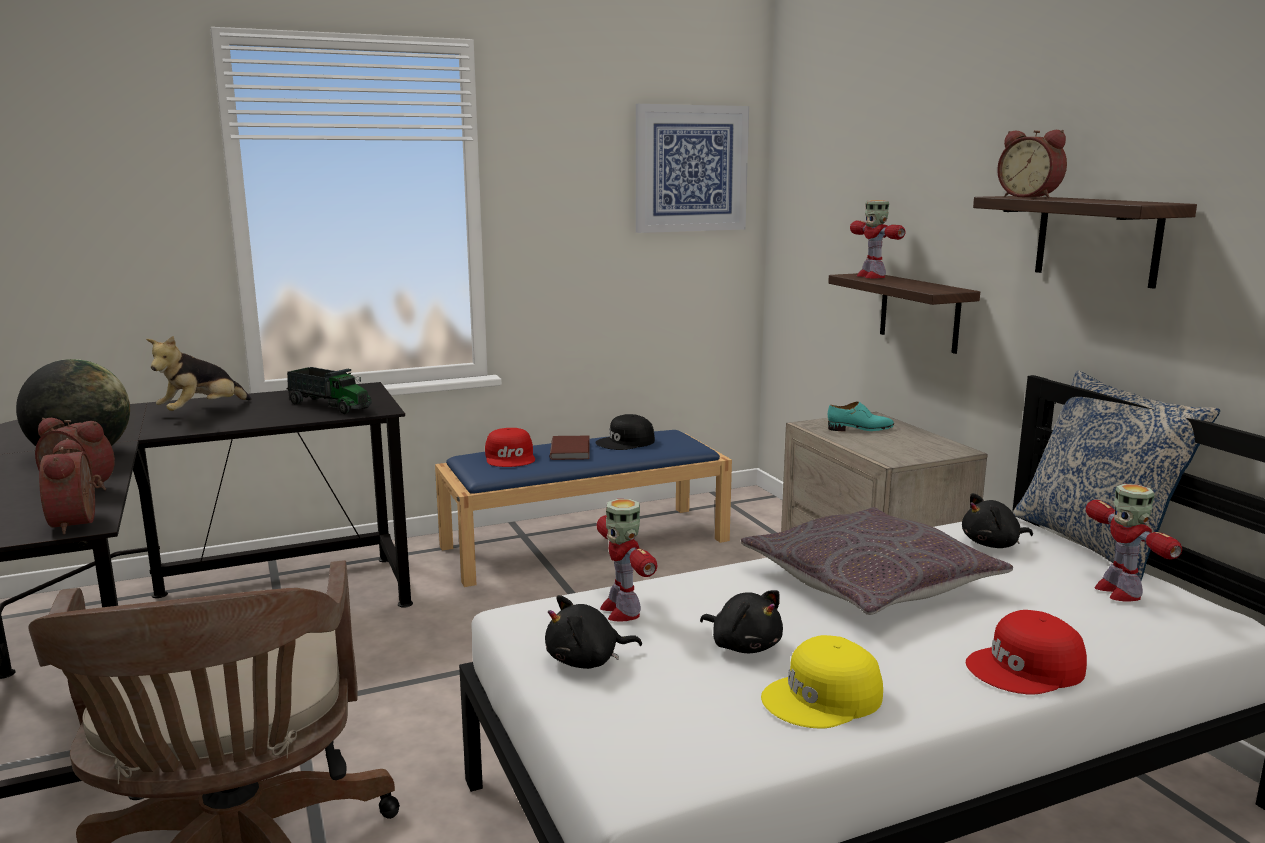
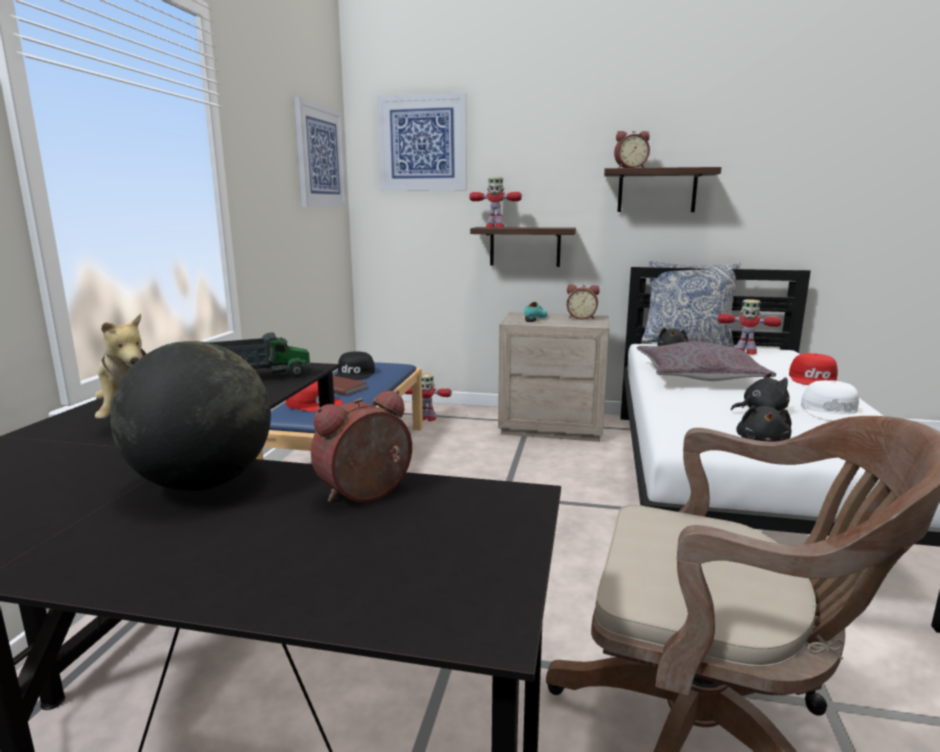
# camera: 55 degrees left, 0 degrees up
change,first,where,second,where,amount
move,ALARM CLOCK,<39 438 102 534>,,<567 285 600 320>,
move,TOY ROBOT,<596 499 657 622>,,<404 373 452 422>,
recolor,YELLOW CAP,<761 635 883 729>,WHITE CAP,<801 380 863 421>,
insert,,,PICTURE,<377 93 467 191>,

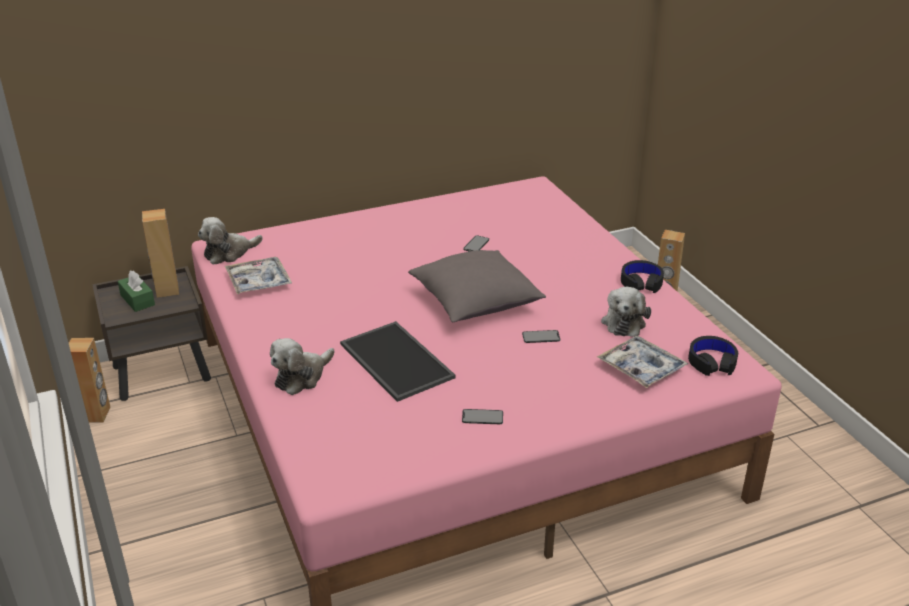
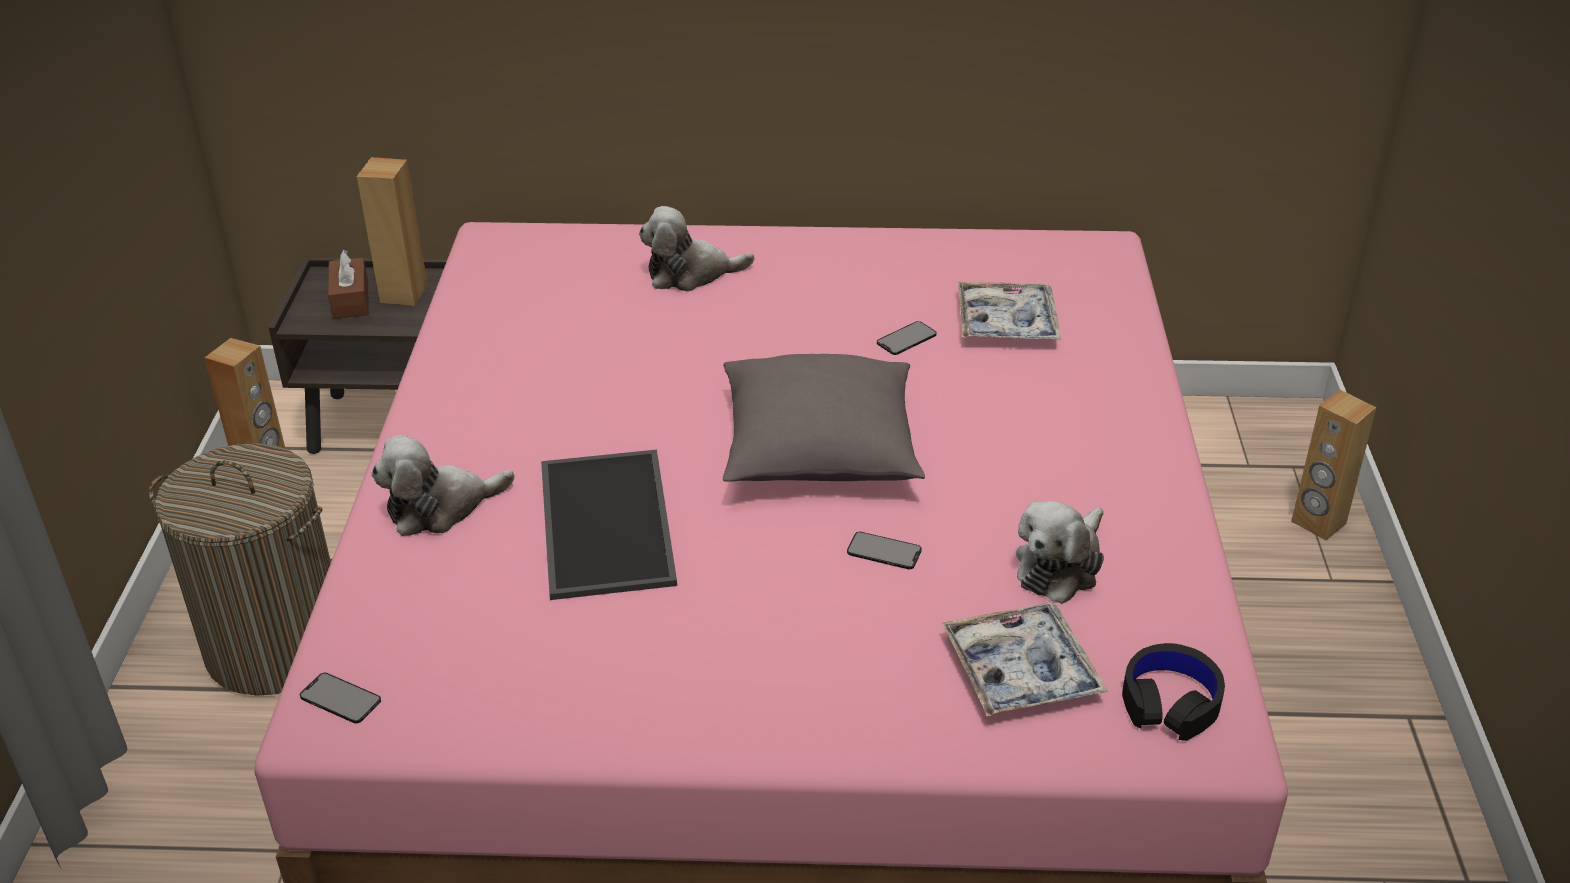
# camera: 25 degrees right, 5 degrees up
change,first,where,second,where,amount
move,PLUSH TOY,<198 217 263 265>,,<639 206 755 292>,
move,TRAY,<225 257 292 294>,,<958 282 1061 340>,
delete,BLACK HEADPHONES,<621 260 664 293>,,,
recolor,GREEN TISSUE BOX,<118 271 155 312>,BROWN TISSUE BOX,<328 250 369 319>,
move,PHONE,<462 409 503 424>,,<300 673 381 724>,
insert,,,LAUNDRY BASKET,<149 443 331 696>,

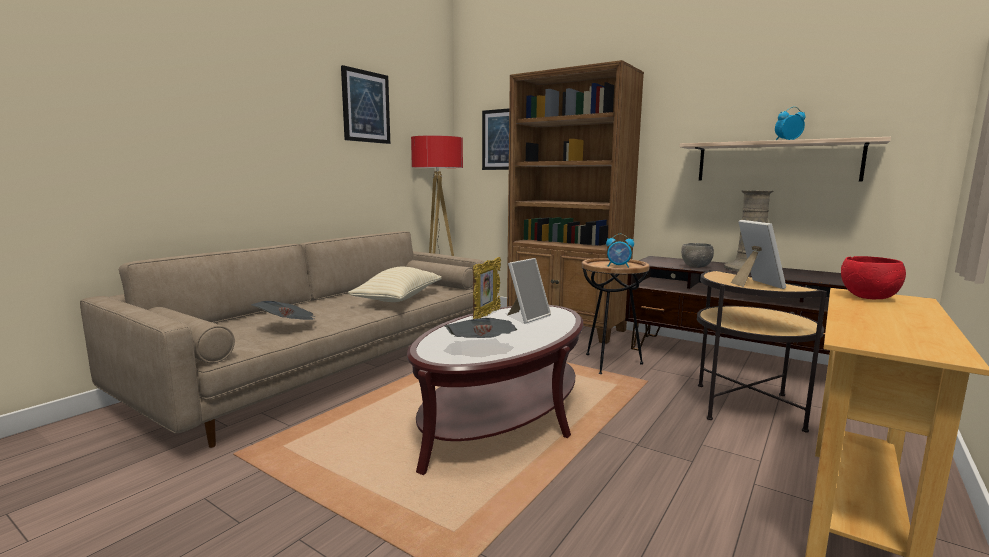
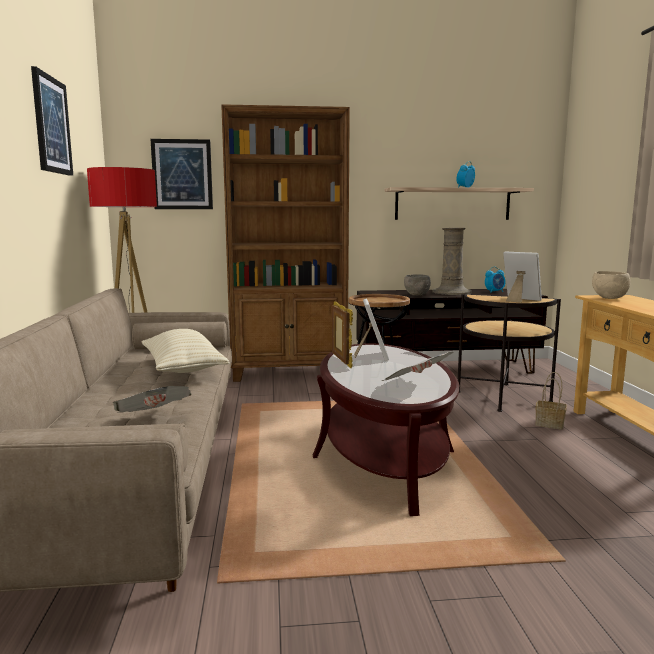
# camera: 40 degrees left, 0 degrees up
change,first,where,second,where,amount
move,ALARM CLOCK,<606 234 634 268>,,<485 267 506 293>,
recolor,RED BOWL,<841 256 906 299>,BEIGE BOWL,<592 271 631 299>,
insert,,,BASKET,<535 372 567 430>,

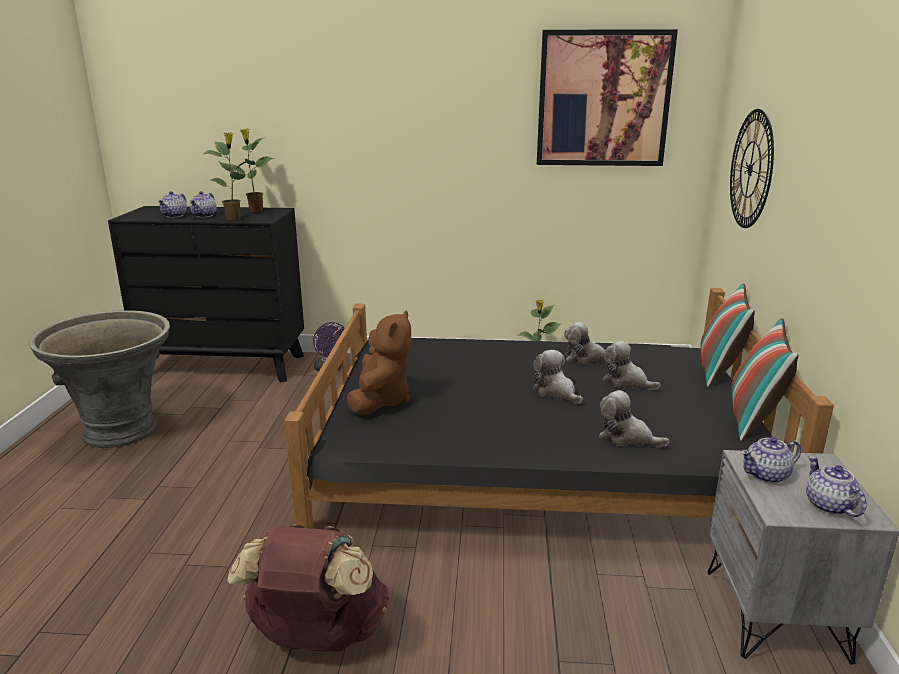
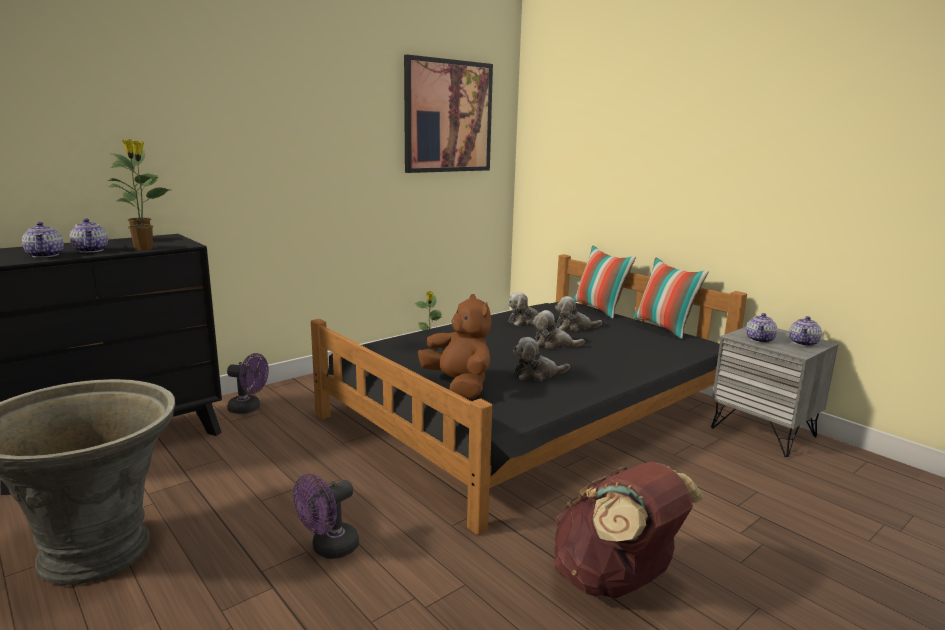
# camera: 45 degrees left, 5 degrees down
change,first,where,second,where,amount
delete,WALL CLOCK,<730 109 774 228>,,,
move,PLUSH TOY,<599 390 670 447>,,<513 337 570 381>,
rotate,TEAPOT,<806 456 867 517>,,<789 316 822 346>,90 degrees counterclockwise
insert,,,PURPLE FAN,<293 474 359 559>,

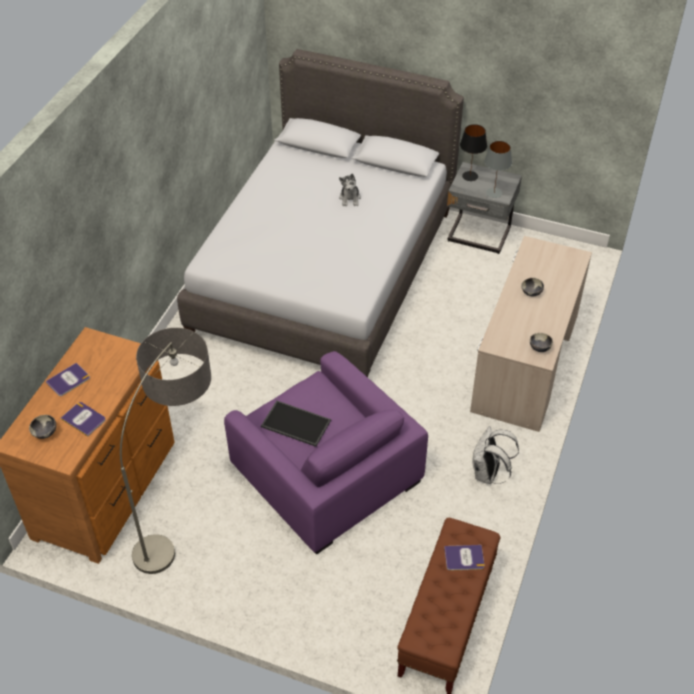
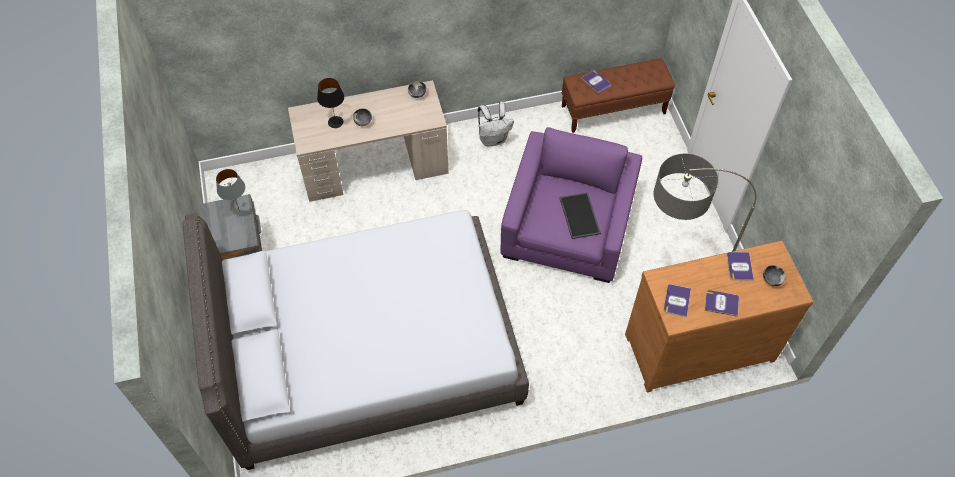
# camera: 125 degrees left, 10 degrees up
change,first,where,second,where,amount
move,BLACK TABLE LAMP,<460 124 487 181>,,<317 78 344 128>,
delete,PLUSH TOY,<339 174 361 206>,,,
insert,,,BOOK,<664 284 691 317>,

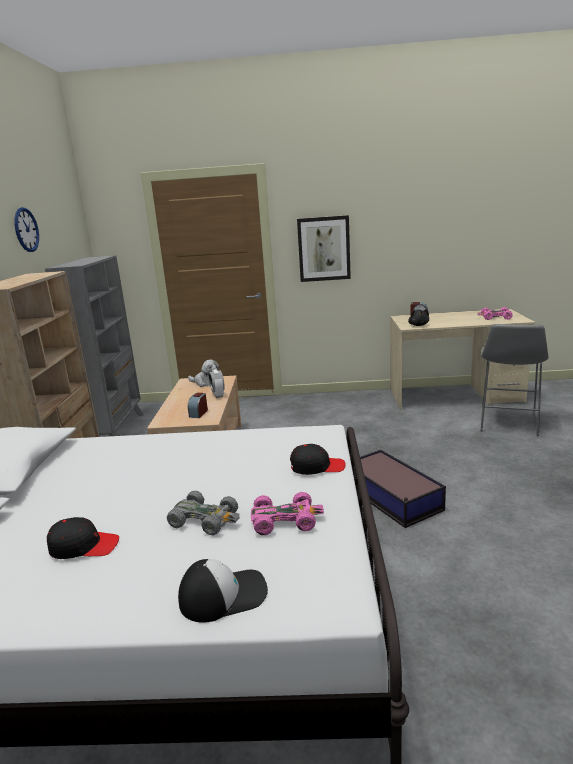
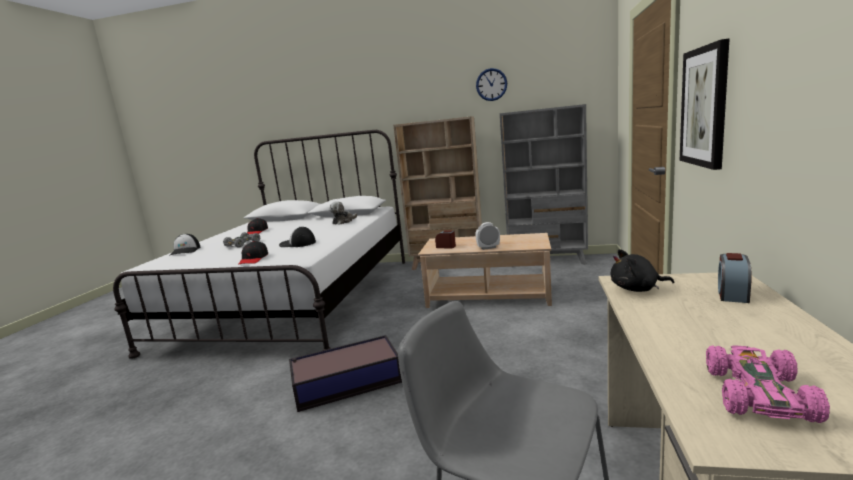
# camera: 100 degrees right, 5 degrees down
change,first,where,second,where,amount
move,PLUSH TOY,<188 359 219 387>,,<330 201 357 225>,
delete,PINK TOY CAR,<251 492 324 535>,,,
insert,,,CAP,<279 227 316 247>,

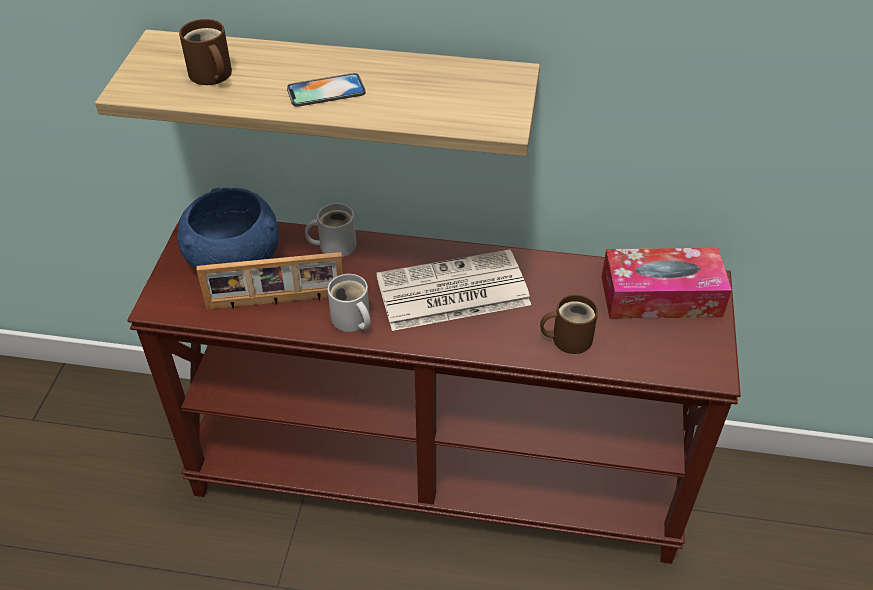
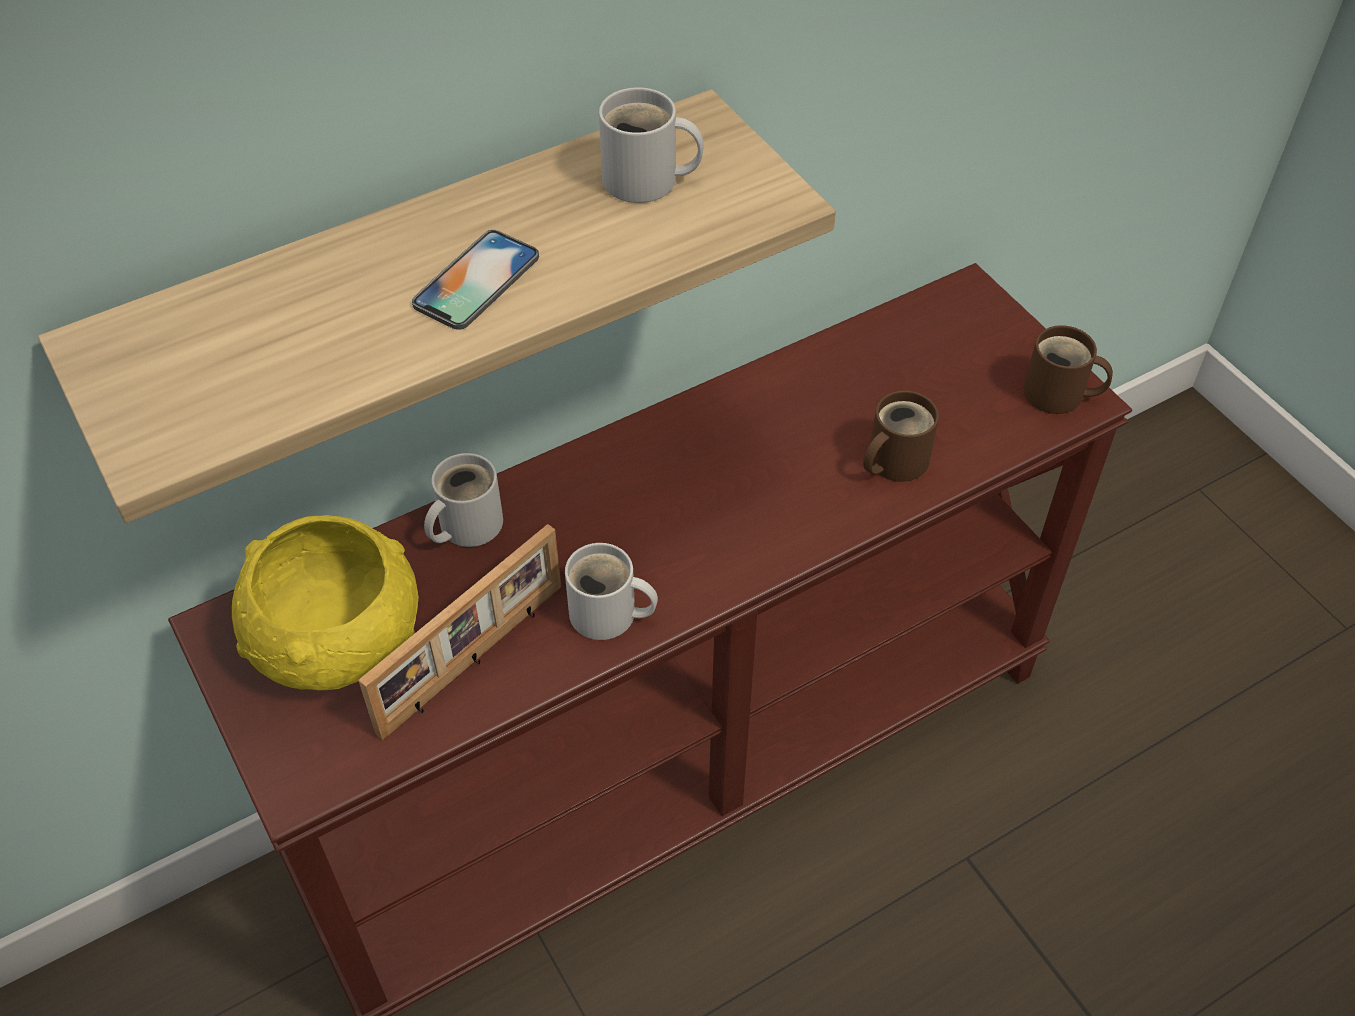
# camera: 40 degrees left, 5 degrees up
change,first,where,second,where,amount
move,BROWN MUG,<179 19 232 85>,,<1024 325 1113 414>,
recolor,BLUE BOWL,<177 188 279 269>,YELLOW BOWL,<232 515 419 691>,
delete,TISSUE BOX,<601 248 732 319>,,,
delete,NEWSPAPER,<376 250 531 331>,,,
insert,,,WHITE MUG,<599 87 704 203>,

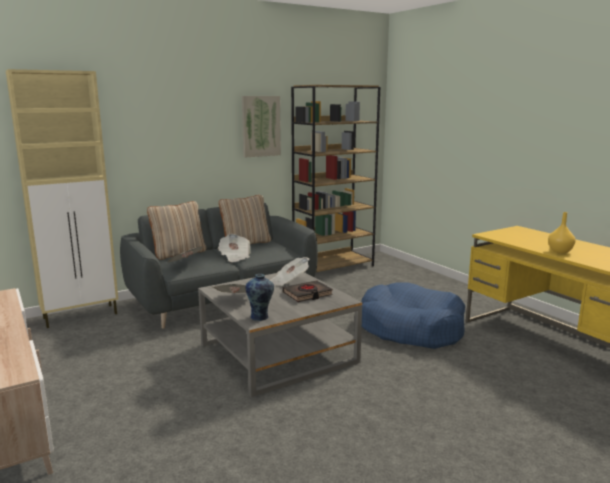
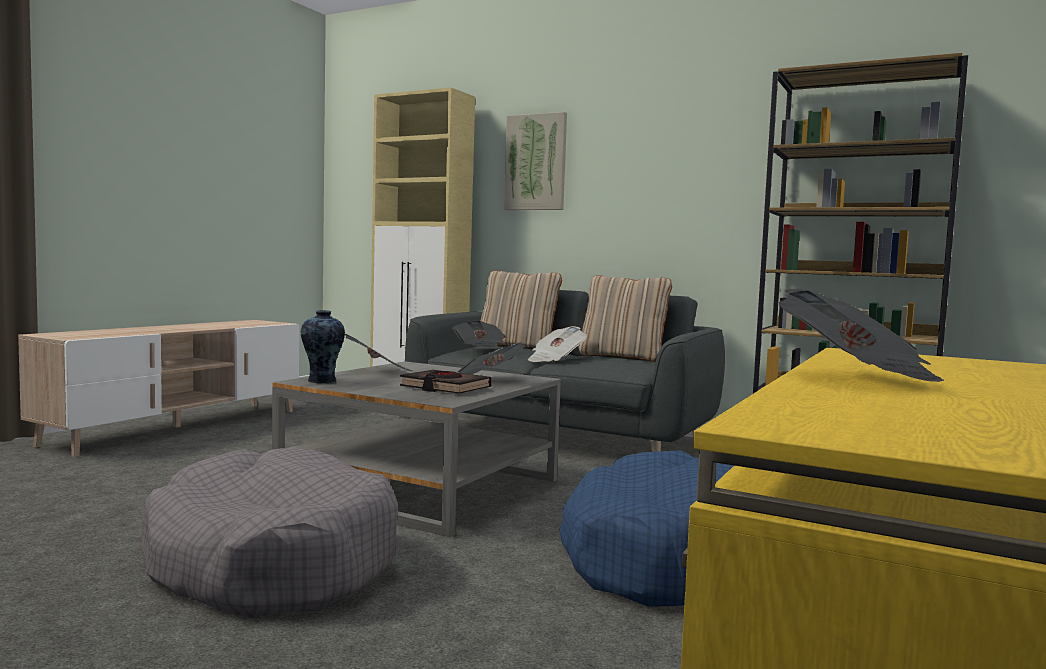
# camera: 60 degrees right, 10 degrees down
change,first,where,second,where,amount
move,PICTURE,<242 96 281 157>,,<504 112 567 210>,
replace,YELLOW VASE,<548 212 576 253>,NEWSPAPER,<779 289 944 382>,
insert,,,GREY DOG BED,<141 448 398 618>,

